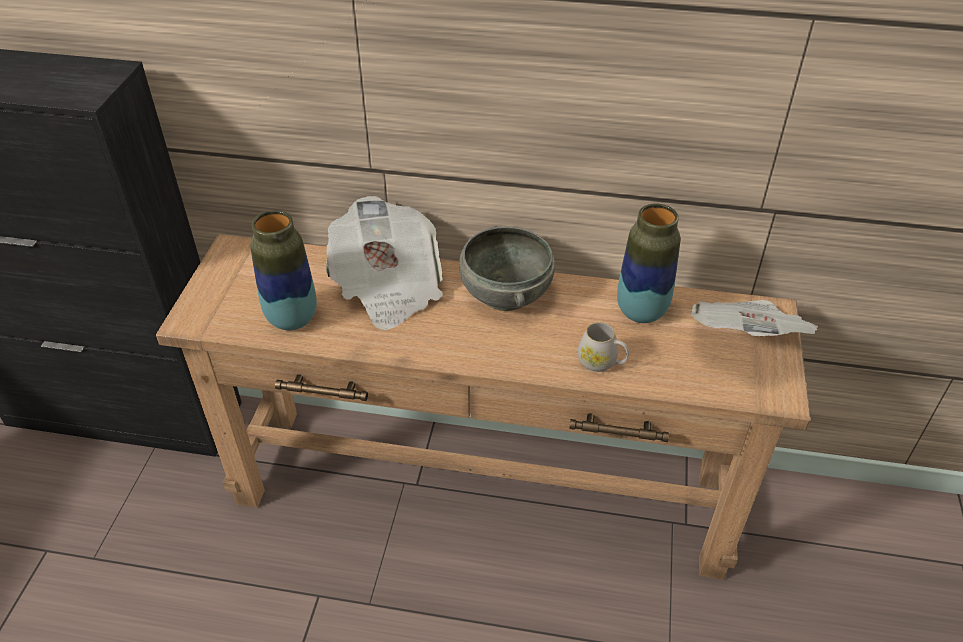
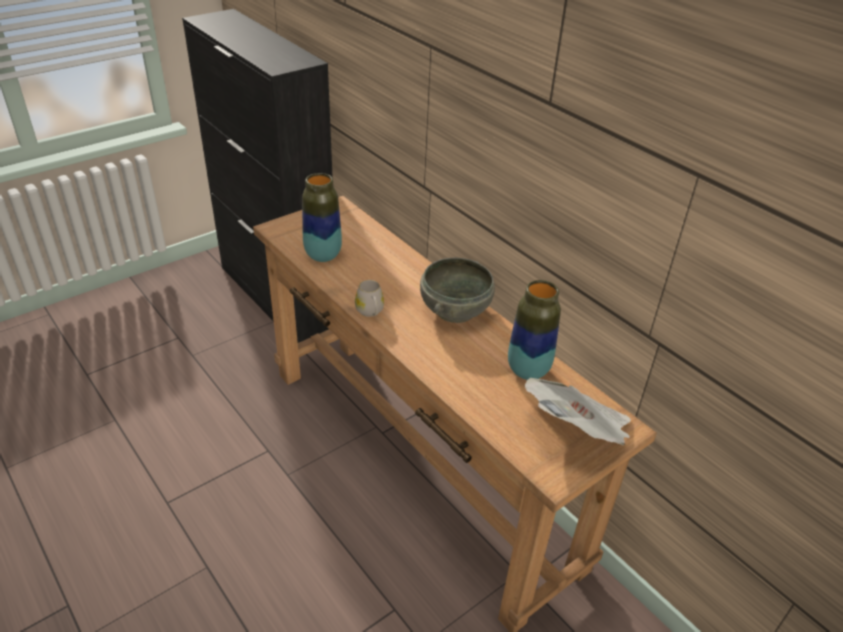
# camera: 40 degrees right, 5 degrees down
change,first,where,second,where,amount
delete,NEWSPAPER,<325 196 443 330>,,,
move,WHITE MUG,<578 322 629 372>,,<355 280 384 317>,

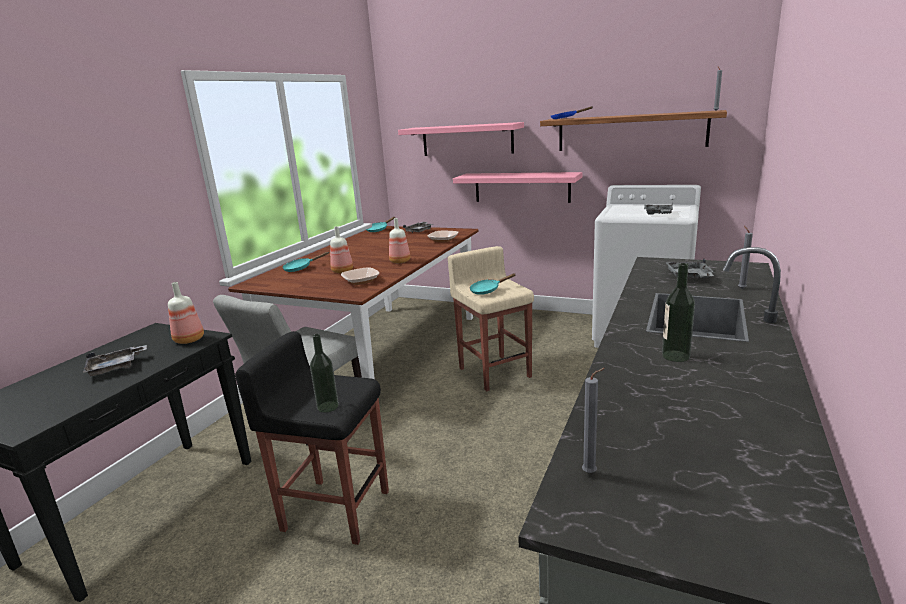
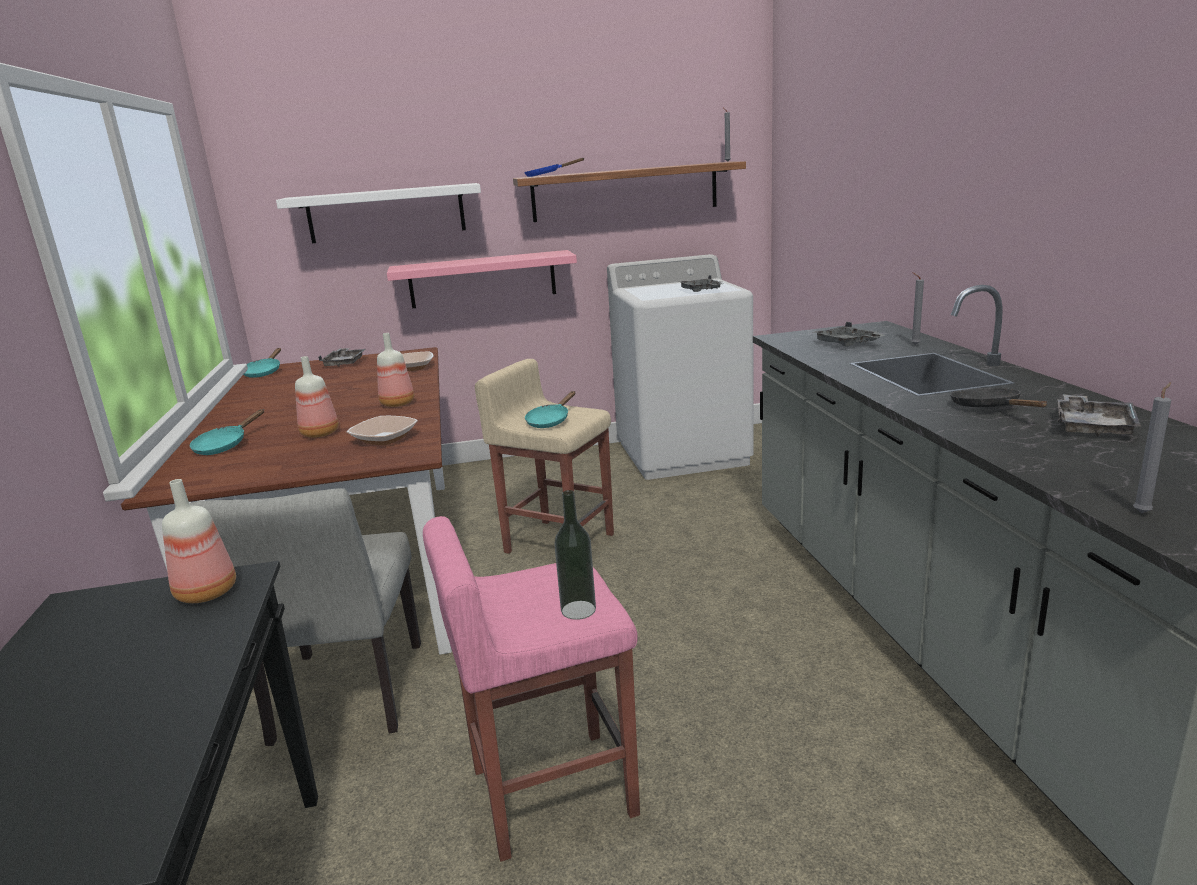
# camera: 35 degrees left, 0 degrees up
change,first,where,second,where,amount
recolor,PINK SHELF,<398 122 524 156>,WHITE SHELF,<276 183 481 243>,
replace,BOTTLE,<662 263 695 362>,BLACK FRYING PAN,<950 388 1047 407>,
recolor,BLACK STOOL,<235 331 389 545>,PINK STOOL,<423 516 640 862>,
move,GREY TRAY,<83 345 147 376>,,<1057 394 1141 437>,

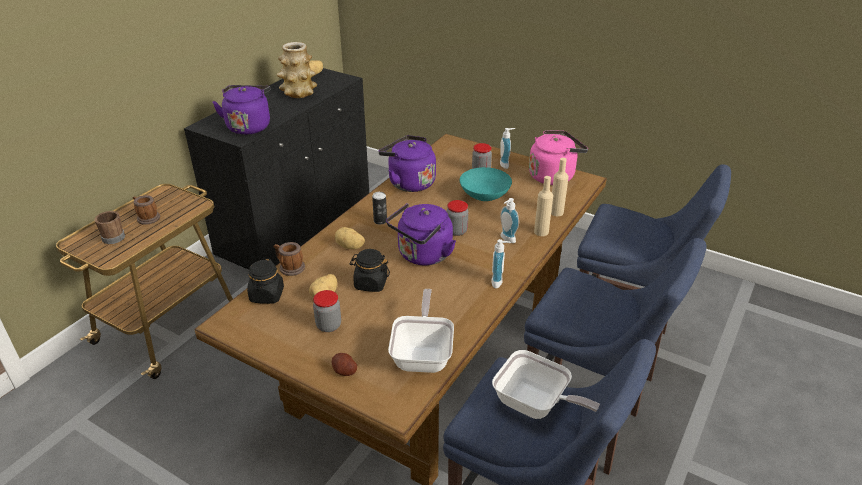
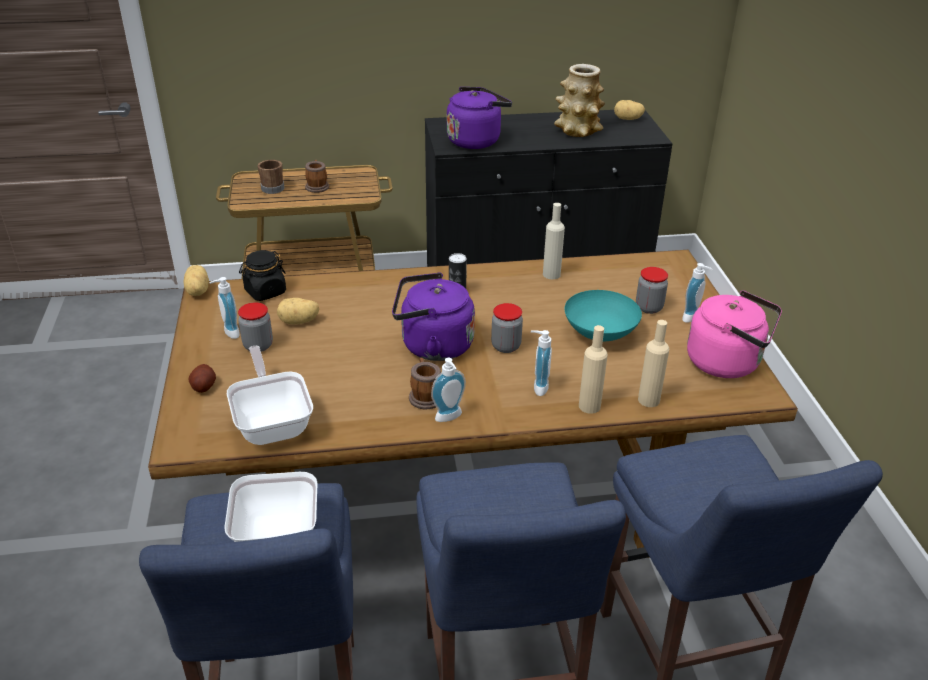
# camera: 50 degrees right, 0 degrees up
change,first,where,second,where,amount
replace,PURPLE KETTLE,<379 135 436 192>,BEIGE BOTTLE,<543 203 565 279>,
move,POTATO,<335 227 365 249>,,<184 265 209 296>,
move,MUG,<274 242 305 276>,,<409 358 441 409>,
delete,BLACK JAR,<350 249 390 292>,,,
rotate,FRYING PAN,<388 289 454 373>,,<227 346 313 445>,75 degrees counterclockwise
insert,,,SOAP DISPENSER,<209 277 240 339>,

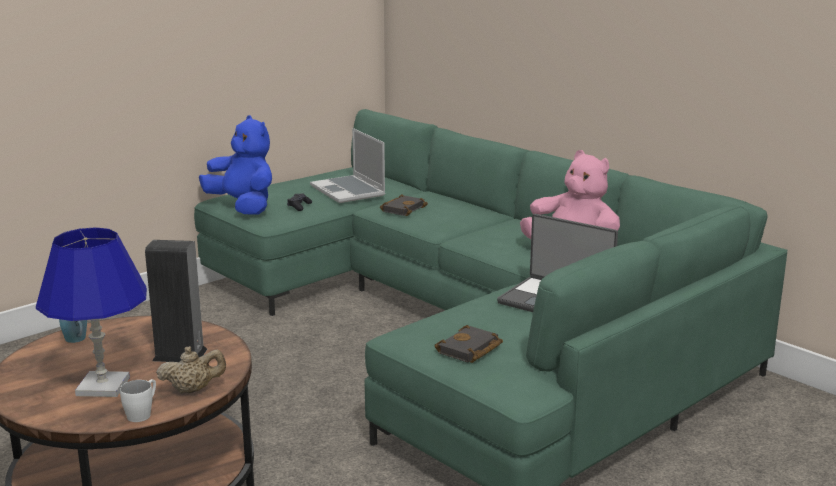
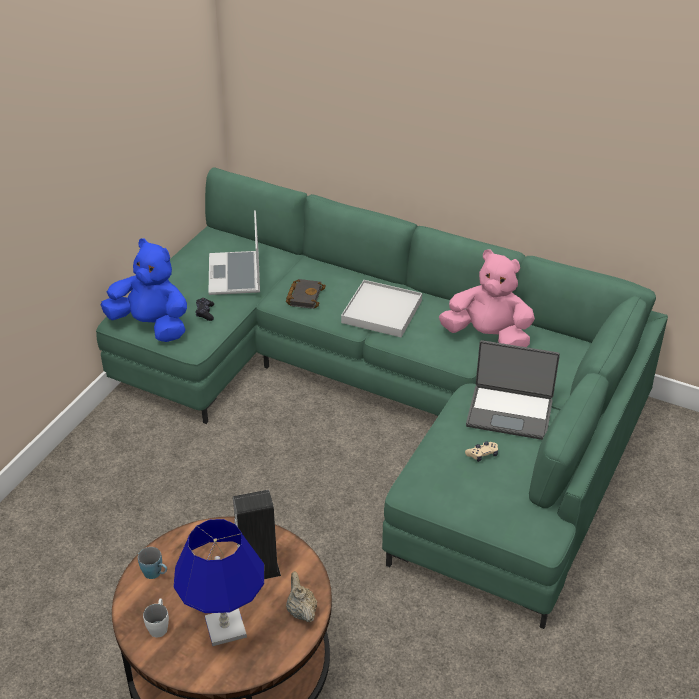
# camera: 20 degrees left, 20 degrees up
change,first,where,second,where,amount
rotate,LAPTOP,<310 128 386 203>,,<208 210 260 295>,45 degrees clockwise
delete,BLACK BOOK,<434 325 503 363>,,,
rotate,BEIGE TEAPOT,<156 346 226 394>,,<286 571 317 623>,75 degrees counterclockwise
move,WHITE MUG,<120 379 156 422>,,<143 599 169 637>,
insert,,,WHITE TRAY,<341 280 422 337>,
insert,,,BEIGE GAME CONTROLLER,<465 441 498 462>,

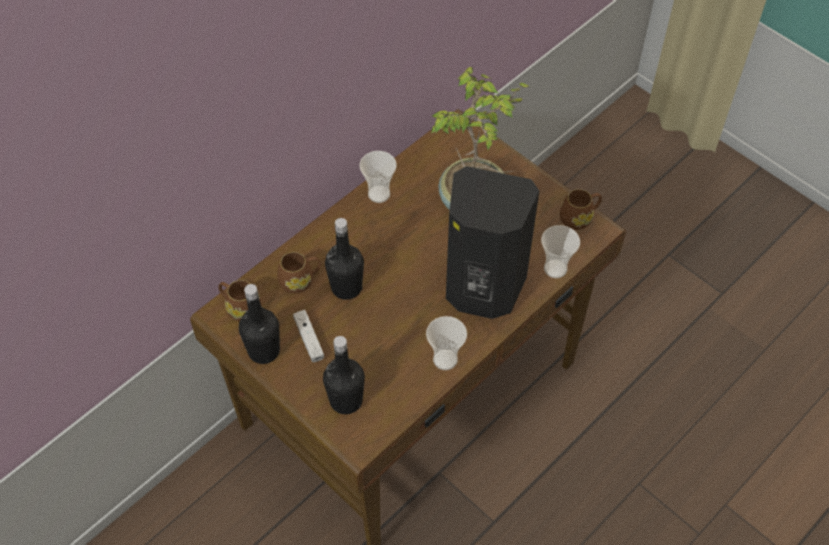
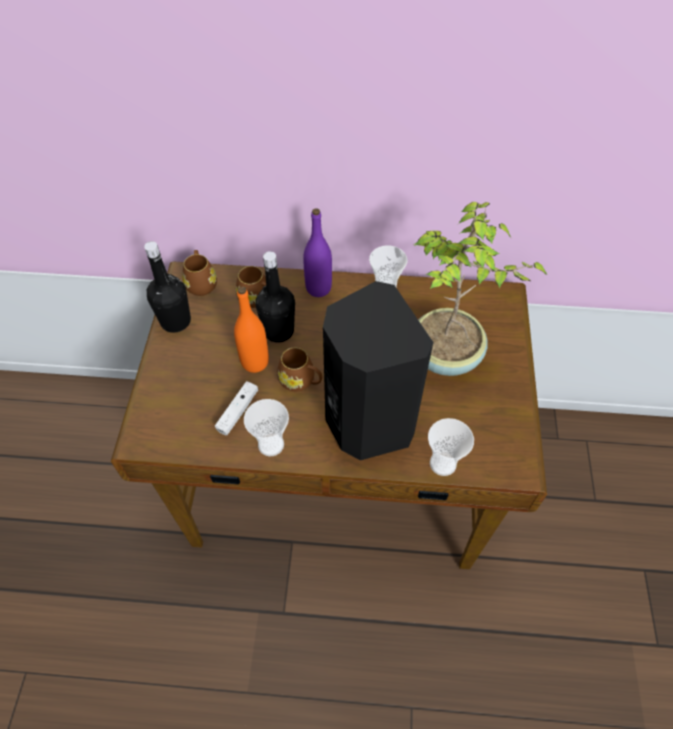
# camera: 50 degrees right, 0 degrees up
change,first,where,second,where,amount
move,BROWN MUG,<560 189 602 230>,,<277 348 322 391>,
move,WHITE GAME CONTROLLER,<293 310 324 362>,,<215 381 258 435>,
delete,BLACK BOTTLE,<323 336 365 414>,,,
insert,,,PURPLE BOTTLE,<303 208 332 297>,
insert,,,ORANGE BOTTLE,<234 286 269 373>,

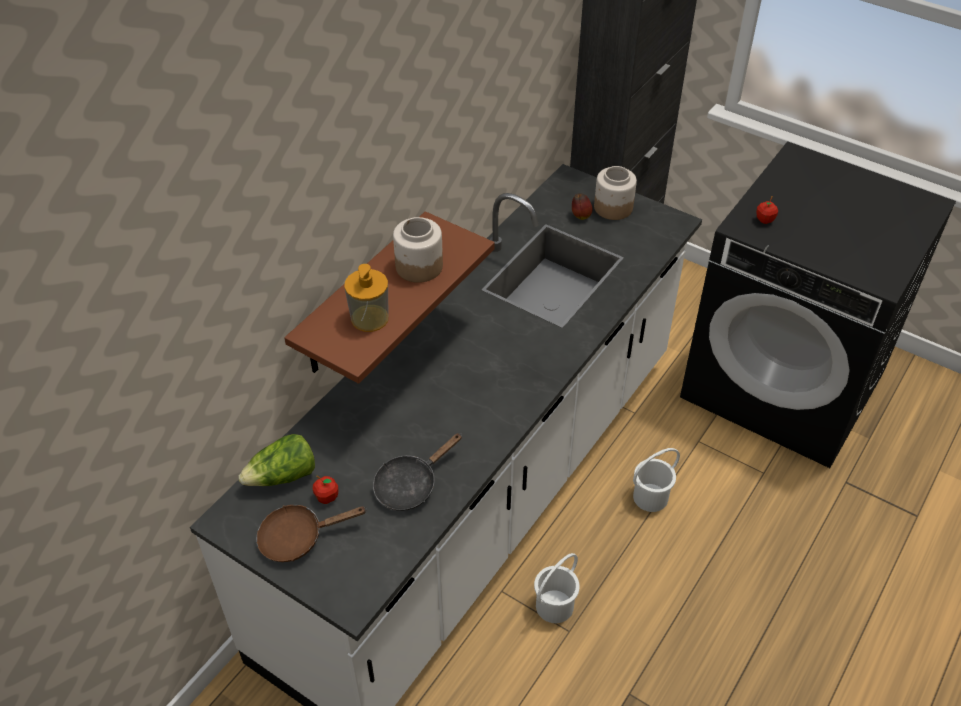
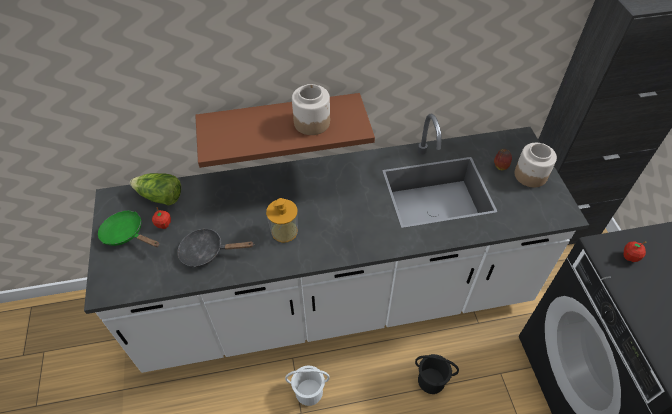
# camera: 45 degrees right, 5 degrees up
change,first,where,second,where,amount
move,SOAP DISPENSER,<344 264 389 332>,,<266 198 298 242>,
recolor,WHITE BUCKET,<633 448 680 512>,BLACK BUCKET,<415 354 459 394>,
recolor,BROWN FRYING PAN,<256 505 367 562>,GREEN FRYING PAN,<98 211 160 247>,

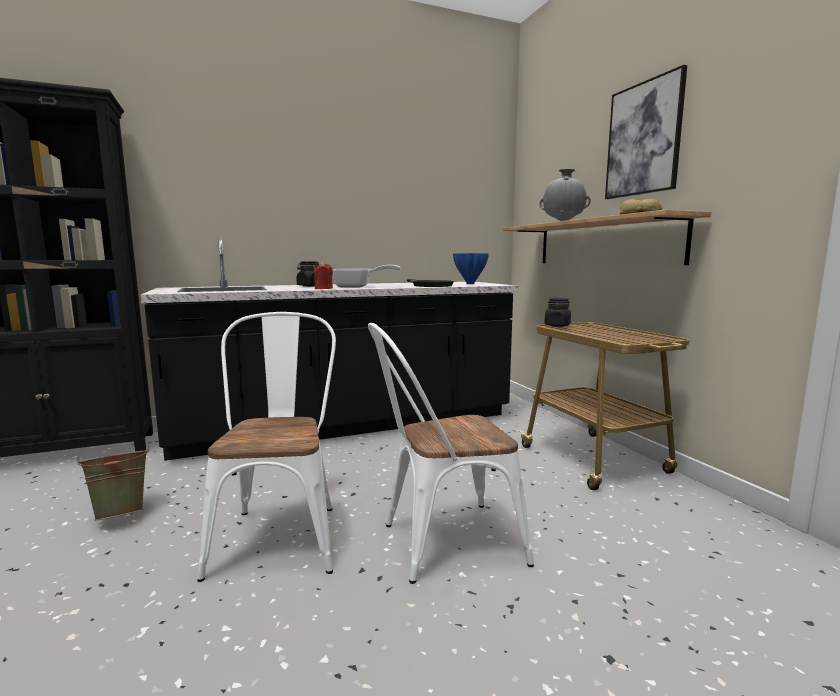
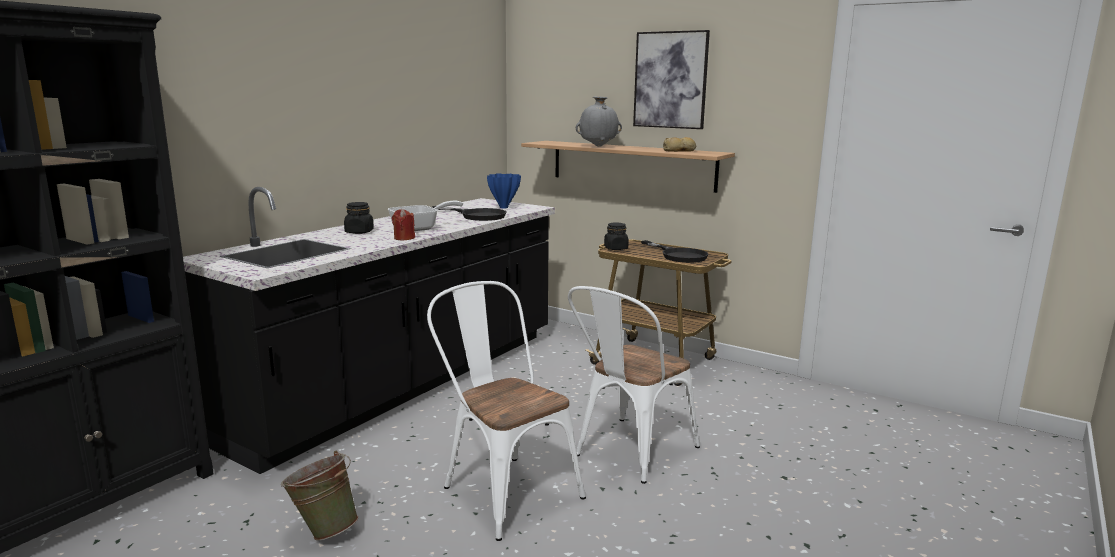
# camera: 35 degrees left, 5 degrees up
change,first,where,second,where,amount
insert,,,BLACK FRYING PAN,<641 240 708 263>,

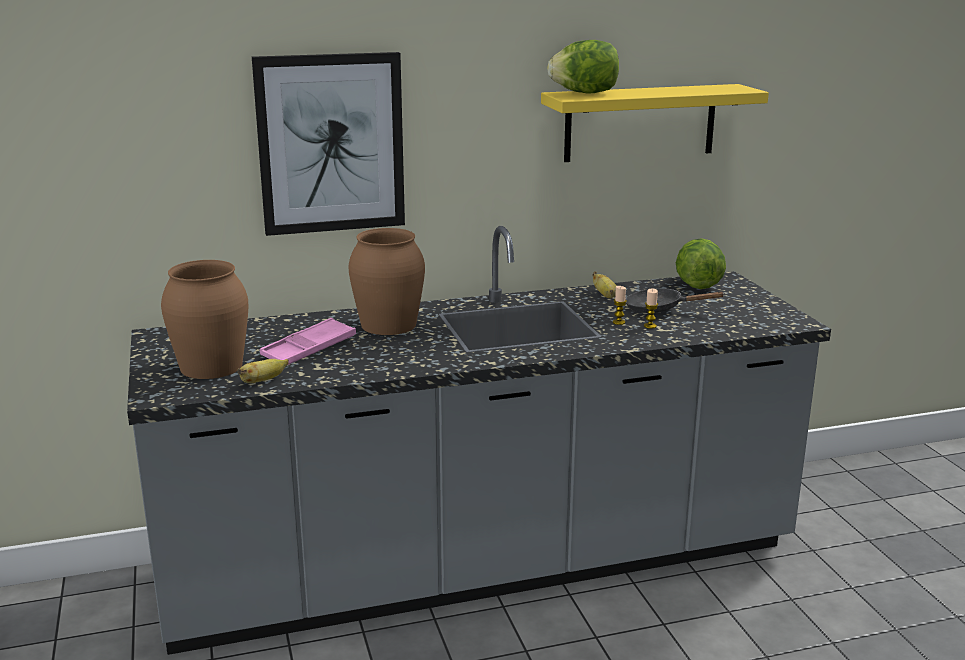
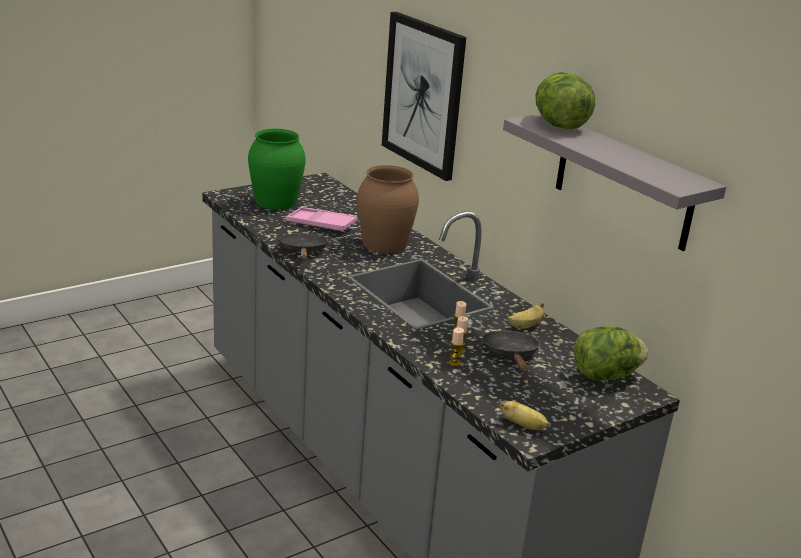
# camera: 70 degrees right, 5 degrees up
change,first,where,second,where,amount
recolor,YELLOW SHELF,<541 84 769 162>,GREY SHELF,<503 114 726 251>,
recolor,BROWN VASE,<161 260 248 379>,GREEN VASE,<248 129 306 210>,
move,BANANA,<238 359 289 383>,,<498 399 549 430>,
insert,,,BLACK FRYING PAN,<278 233 329 260>,
insert,,,CANDLE,<448 328 464 367>,

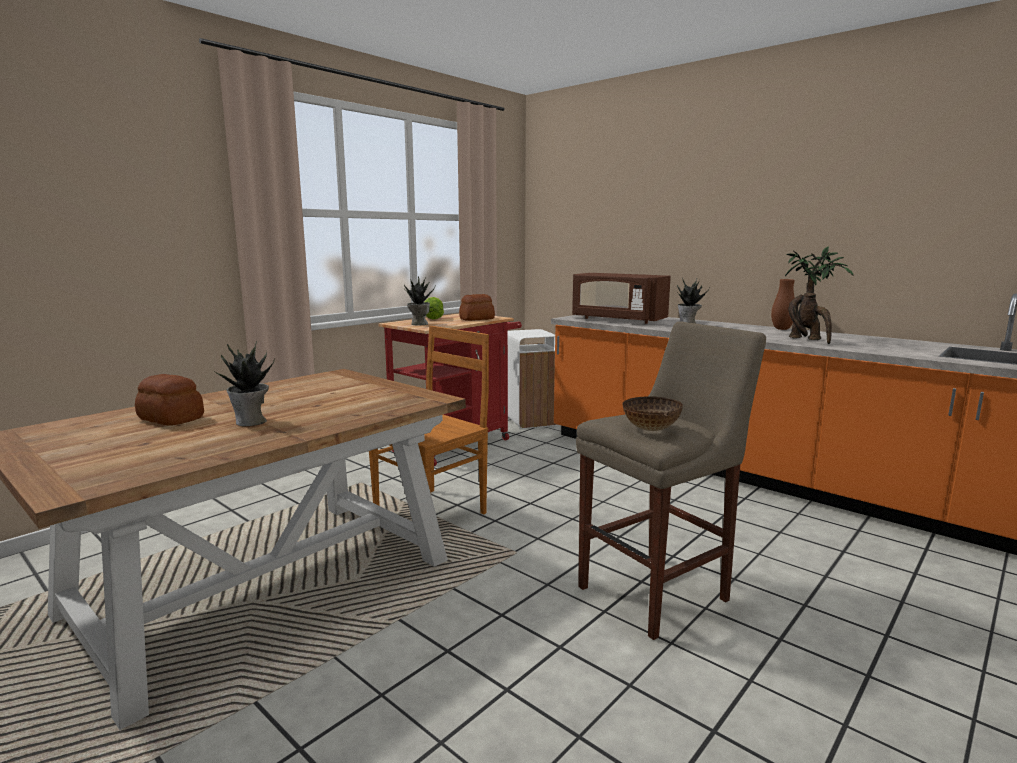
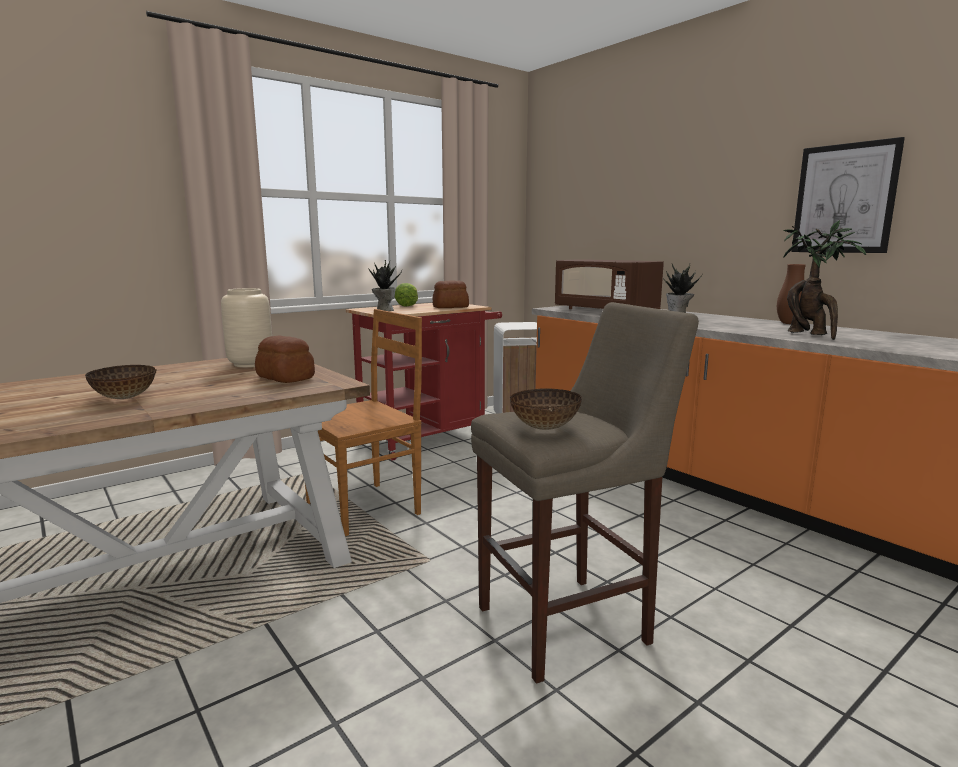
# camera: 10 degrees right, 0 degrees up
change,first,where,second,where,amount
replace,POTTED PLANT,<214 341 275 426>,BOWL,<85 365 156 399>,
move,BREAD,<135 374 204 426>,,<255 336 315 383>,
insert,,,PICTURE,<792 137 905 253>,
insert,,,BEIGE VASE,<221 288 272 367>,

